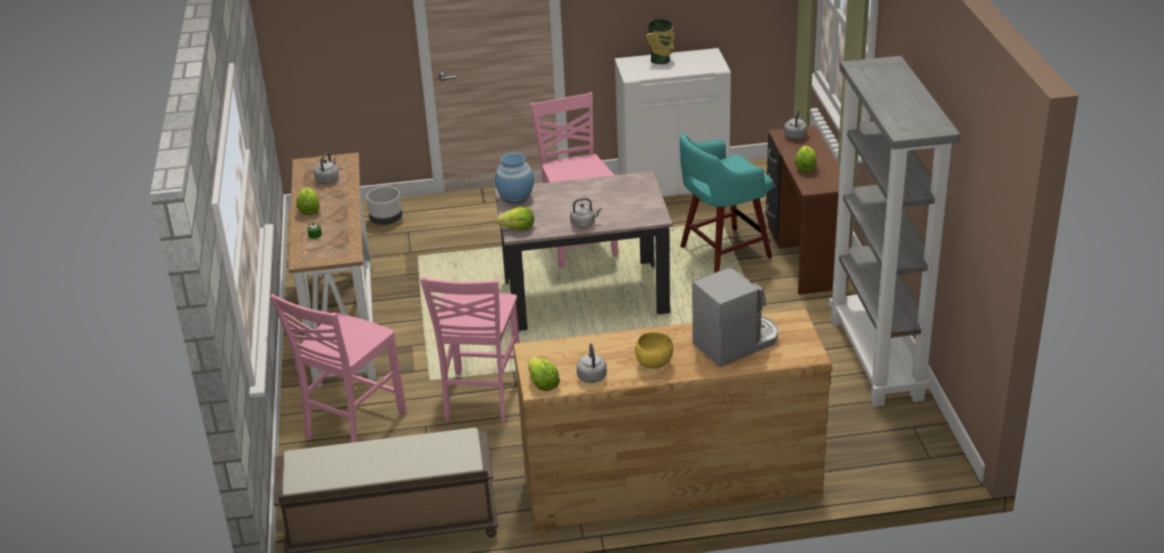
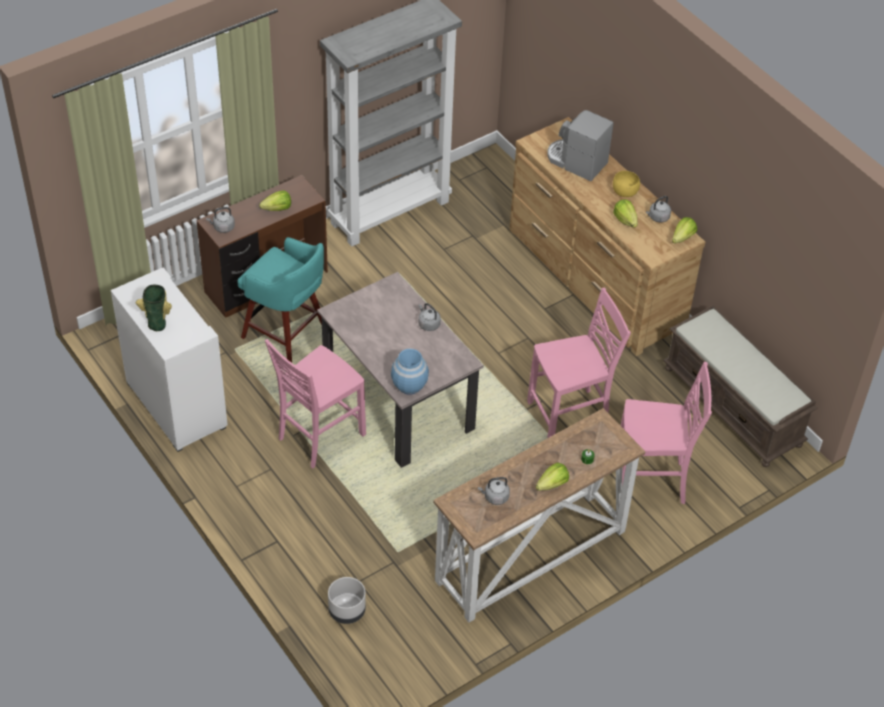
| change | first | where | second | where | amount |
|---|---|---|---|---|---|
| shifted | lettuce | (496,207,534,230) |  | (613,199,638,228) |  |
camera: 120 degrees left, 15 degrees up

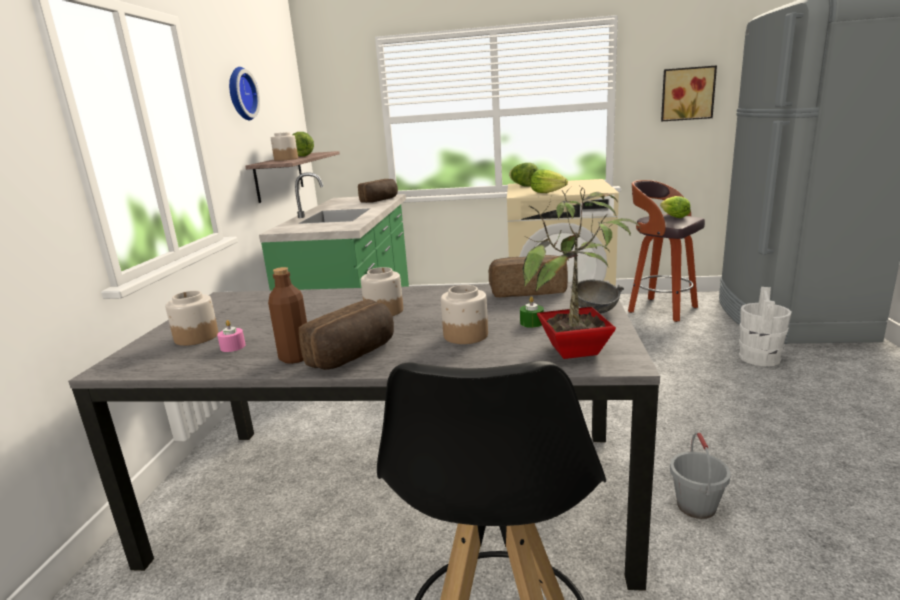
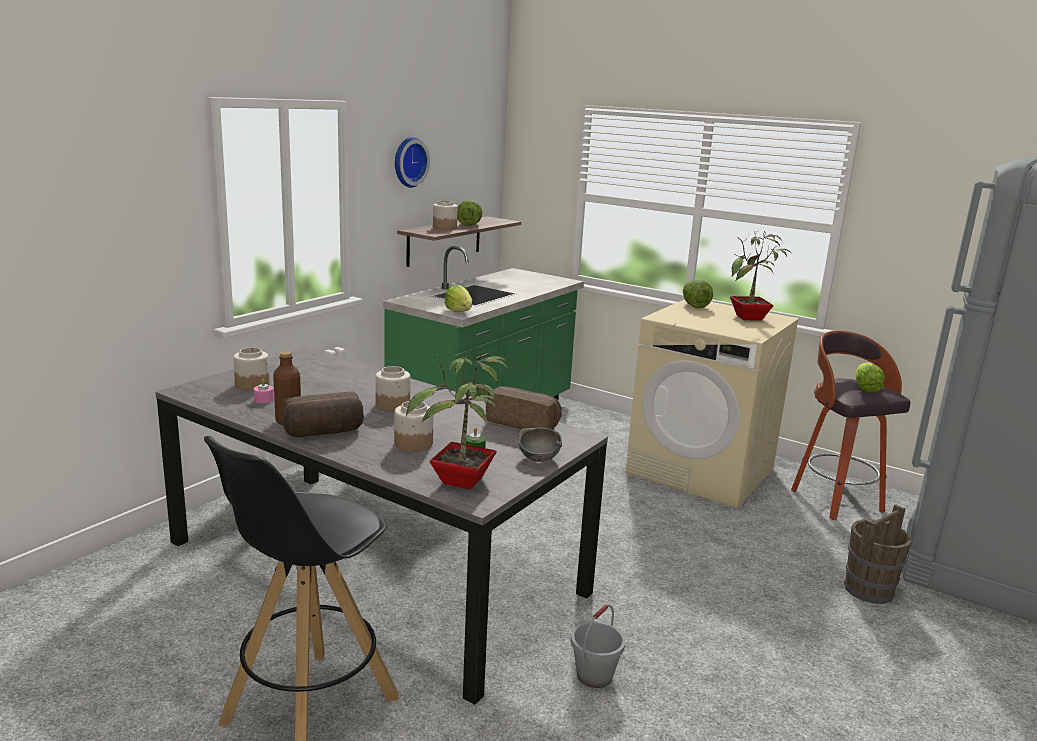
| change | first | where | second | where | amount |
|---|---|---|---|---|---|
| gone | baked bread | (358,179,398,203) |  |  |  |
| gone | wall picture | (661,65,717,121) |  |  |  |
| new |  |  | potted plant | (730,230,792,321) |  |
| shifted | lettuce | (531,169,568,193) |  | (445,285,472,312) |  |
| repainted | white water bucket | (739,287,792,366) | brownish water bucket | (844,504,912,604) |  |
camera: 25 degrees right, 0 degrees up

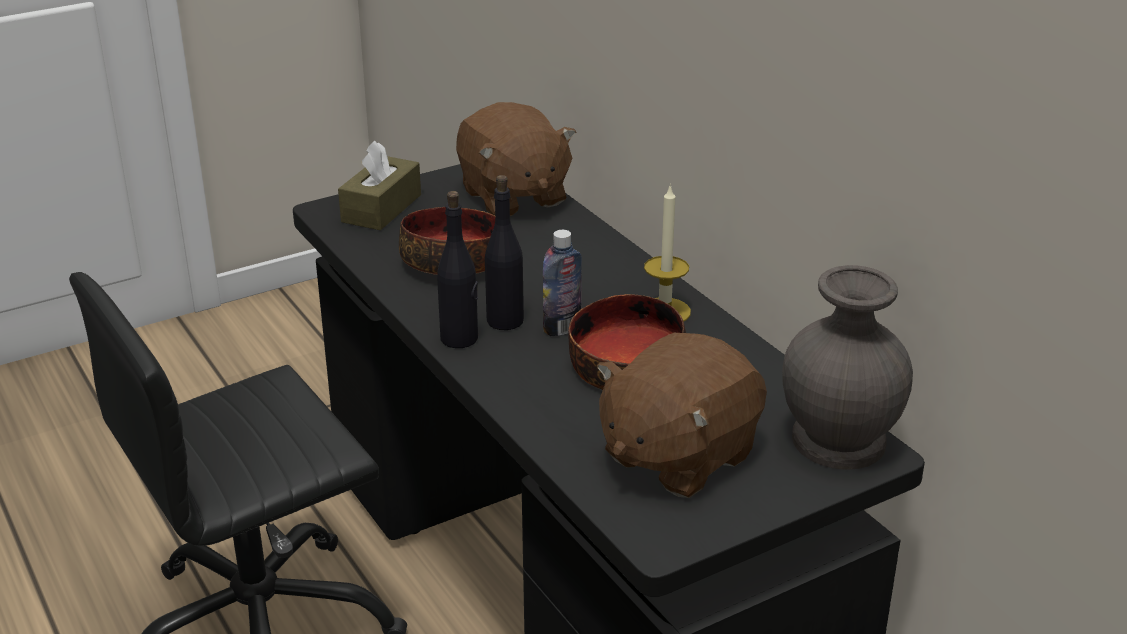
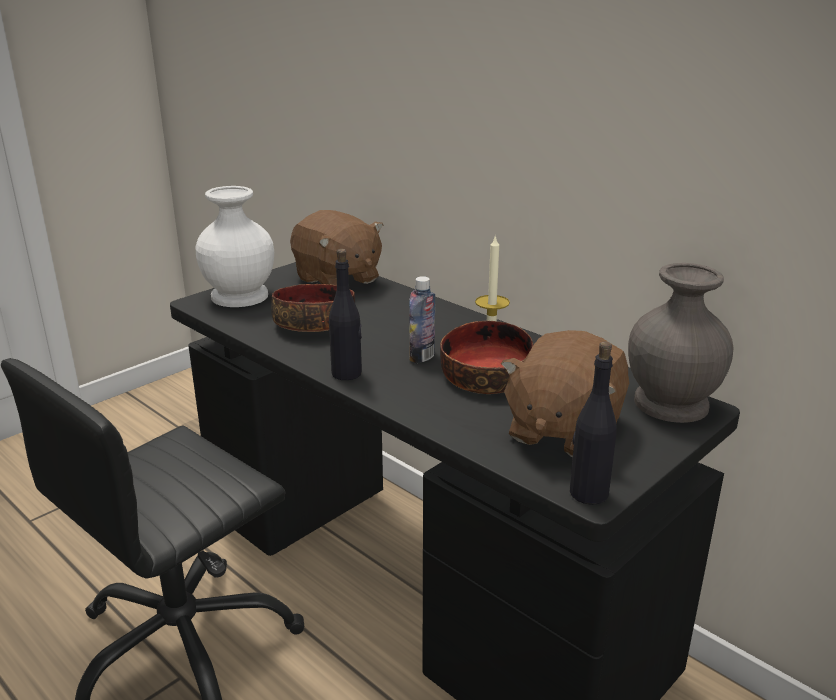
| change | first | where | second | where | amount |
|---|---|---|---|---|---|
| shifted | black drink bottle | (485,175,524,330) |  | (570,342,617,505) |  |
| swapped | brownish box of tissues | (338,140,421,231) | white vase | (196,186,274,307) |  |
camera: 15 degrees left, 5 degrees down

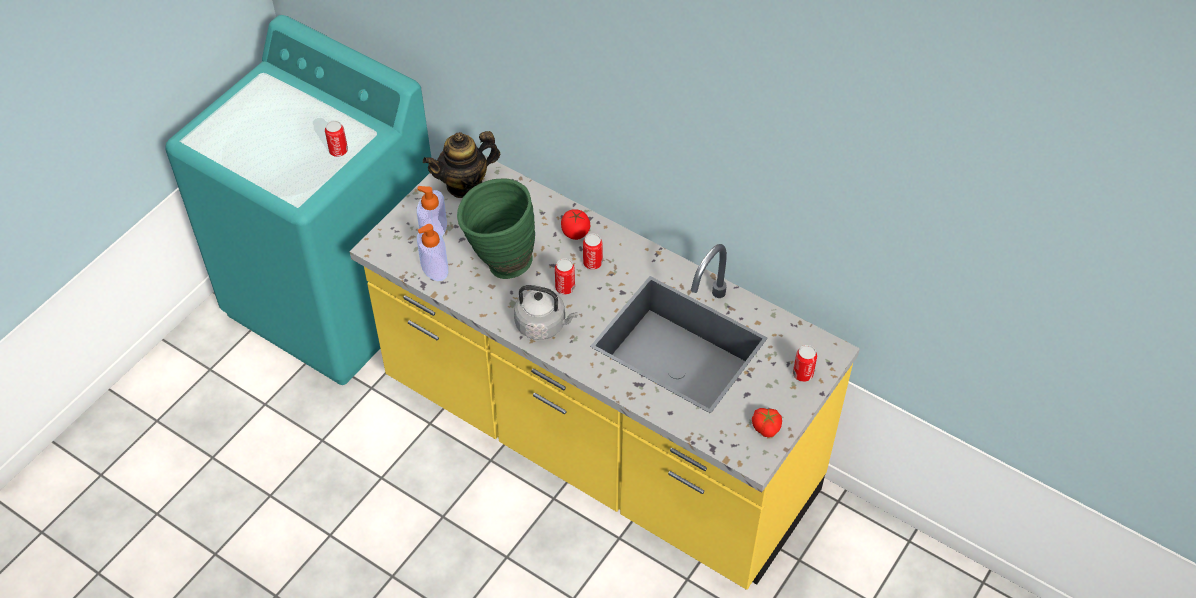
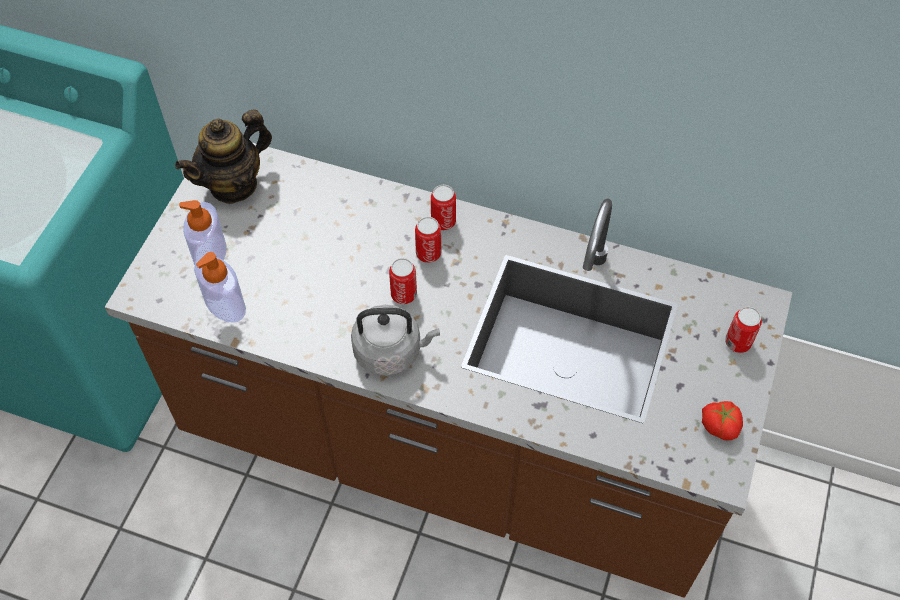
| change | first | where | second | where | amount |
|---|---|---|---|---|---|
| gone | greenish vase | (457,178,535,279) |  |  |  |
| gone | whole tomato | (561,209,590,240) |  |  |  |
| shifted | sealed can | (325,121,348,157) |  | (431,185,456,230) |  |
| repainted | yellow-coloured kitchen base unit | (350,155,860,590) | brownish kitchen base unit | (105,142,792,598) |  |
camera: 15 degrees left, 5 degrees up

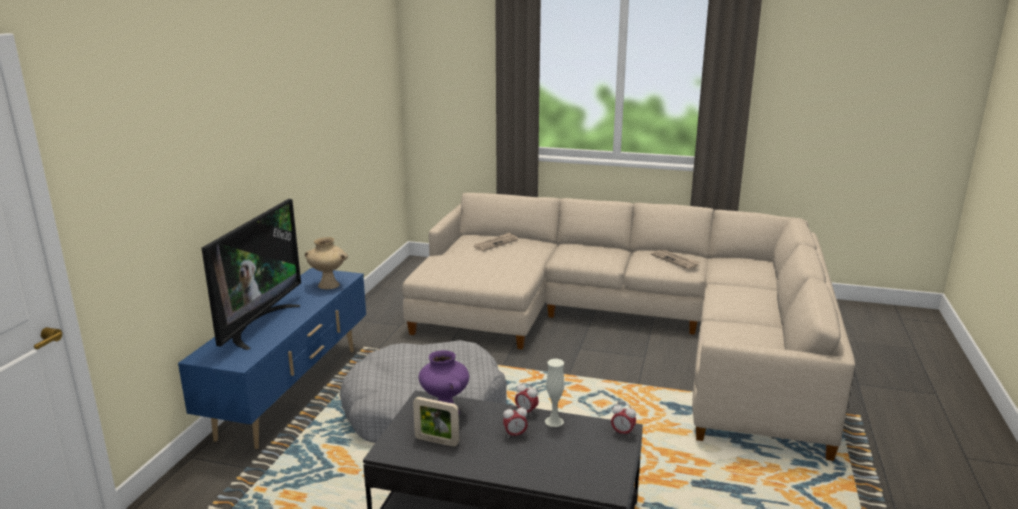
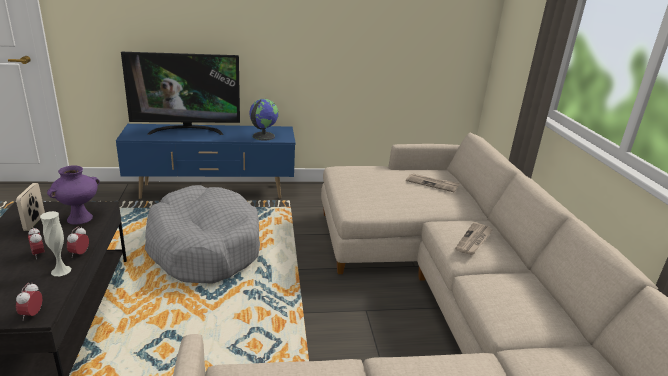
| change | first | where | second | where | amount |
|---|---|---|---|---|---|
| shifted | newspaper | (651,250,700,269) |  | (455,222,493,255) |  |
| swapped | beige vase | (305,237,348,289) | world globe | (249,99,279,141) |  |
camera: 65 degrees right, 5 degrees up

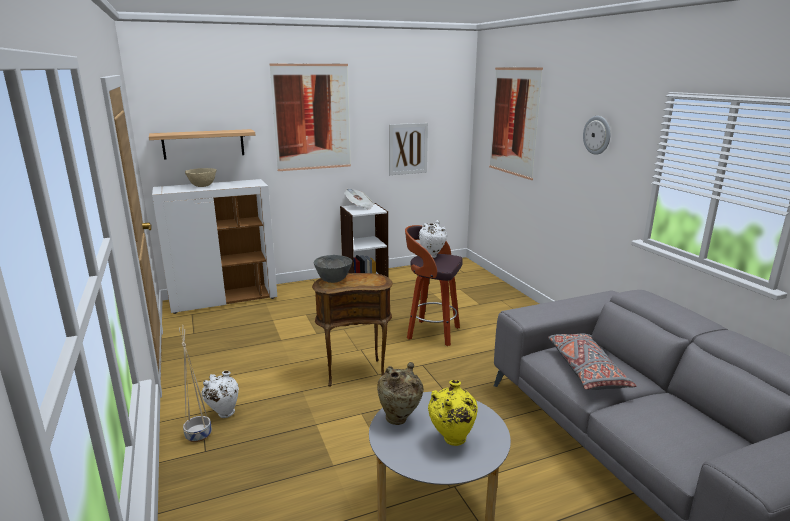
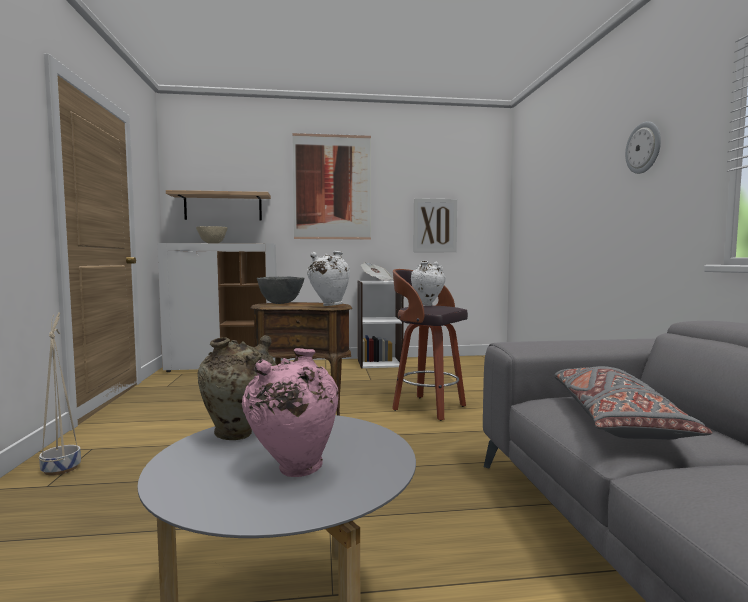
| change | first | where | second | where | amount |
|---|---|---|---|---|---|
| gone | wall picture | (489,68,543,180) |  |  |  |
| shifted | white vase | (201,371,239,418) |  | (307,251,350,306) |  |
| repainted | yellow-coloured vase | (428,380,478,446) | pink vase | (242,348,338,477) |  |
camera: 15 degrees right, 15 degrees down

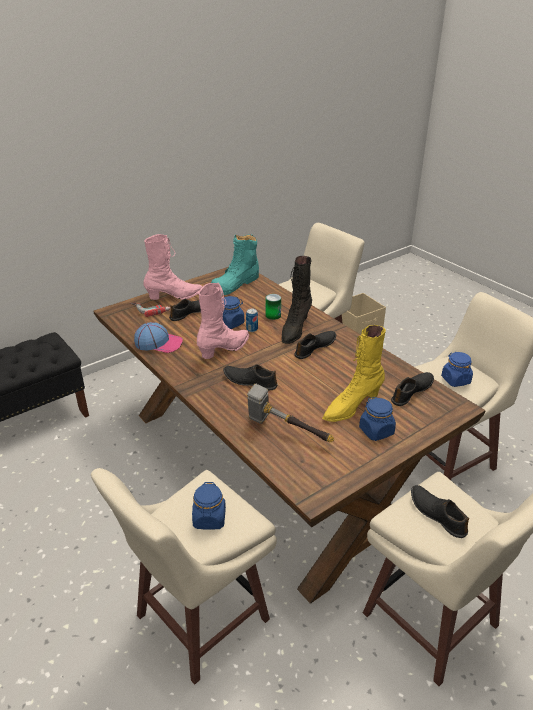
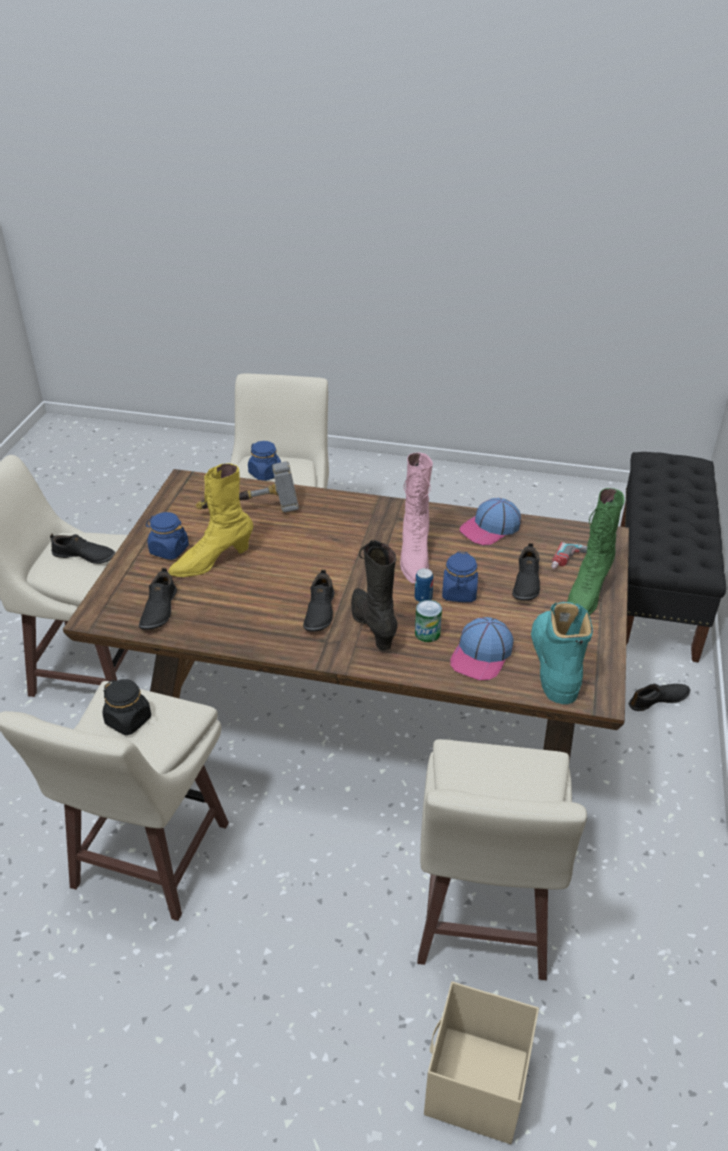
| change | first | where | second | where | amount |
|---|---|---|---|---|---|
| new |  |  | baseball cap | (451,617,514,681) |  |
| shifted | black item of footwear | (223,364,278,390) |  | (628,683,690,711) |  |
| repainted | pink high-top boot | (144,234,202,300) | greenish high-top boot | (567,488,625,615) |  |
| repainted | bluish jar | (441,352,473,387) | black jar | (103,679,151,735) |  |
| rotated | yellow-coloured high-top boot | (322,325,386,422) |  | (168,463,254,577) | 135 degrees counterclockwise |
camera: 140 degrees right, 5 degrees up

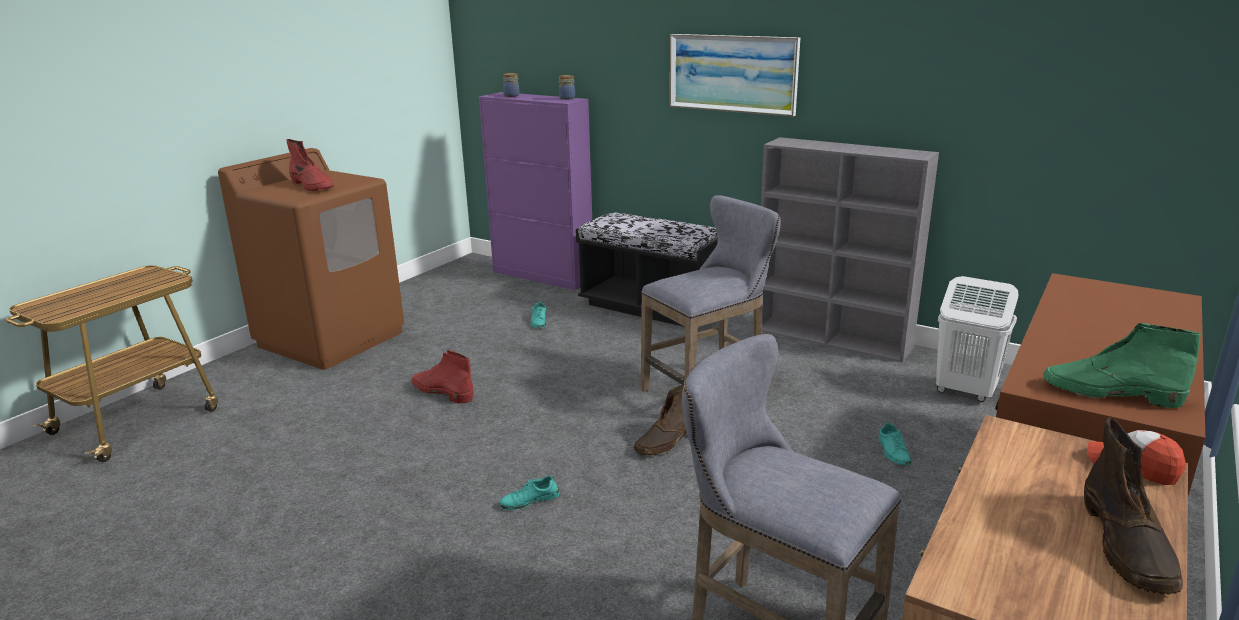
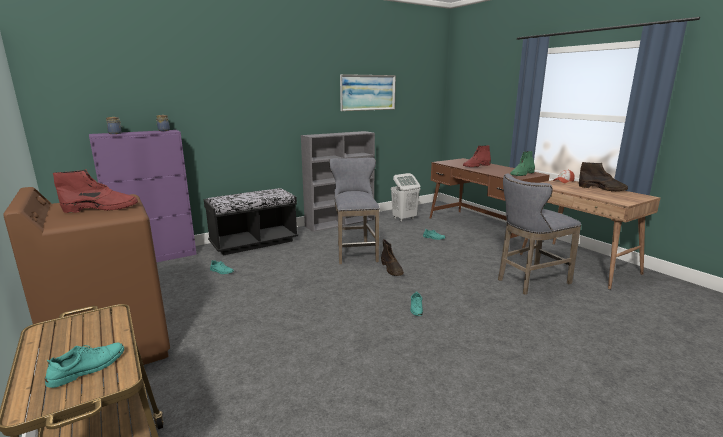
| change | first | where | second | where | amount |
|---|---|---|---|---|---|
| new |  |  | turquoise item of footwear | (45,343,124,388) |  |
| shifted | red high-top boot | (411,350,473,404) |  | (463,145,491,167) |  |
| shifted | wall picture | (670,34,800,117) |  | (340,74,396,111) |  |
camera: 65 degrees left, 5 degrees down

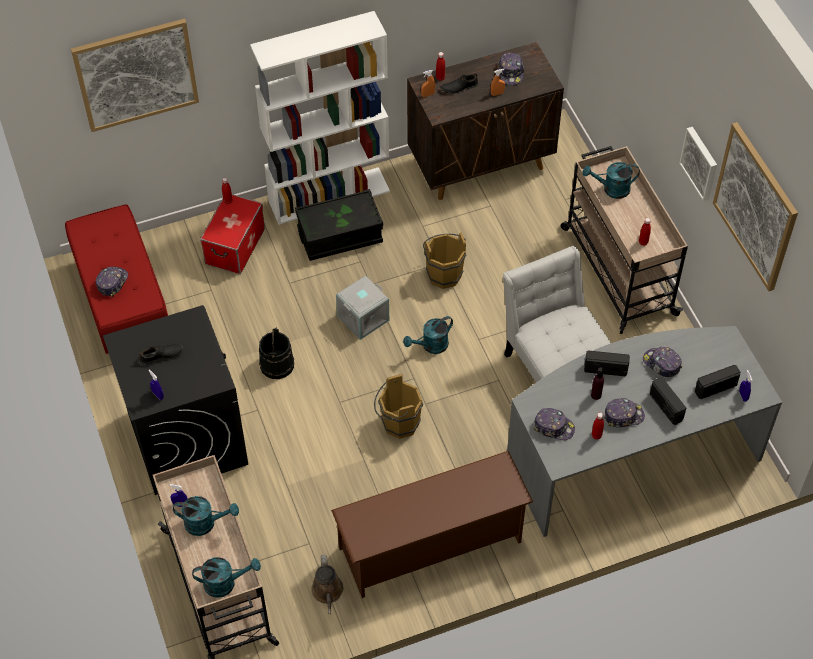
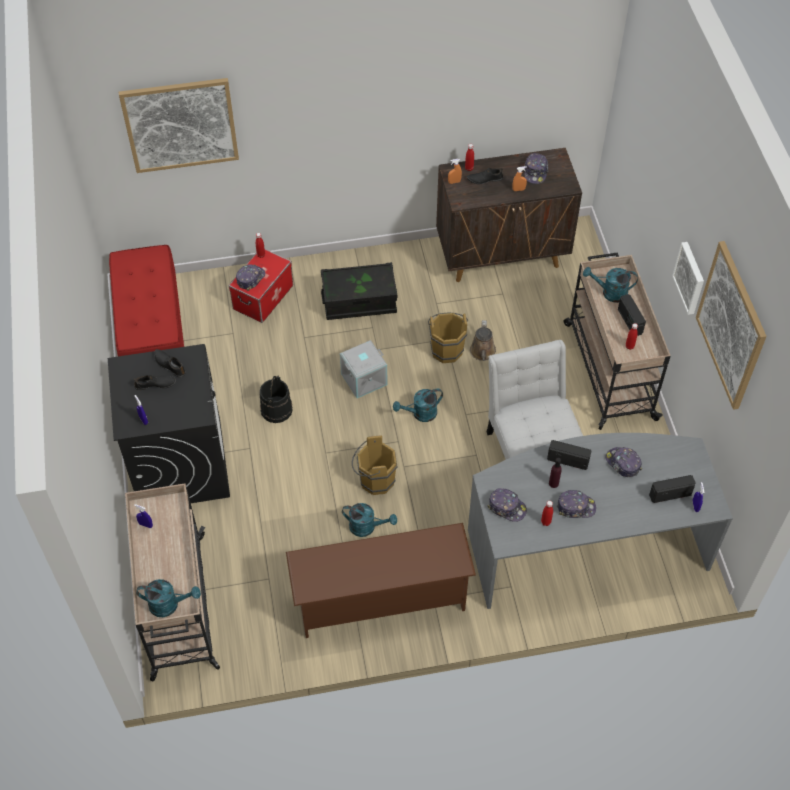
| change | first | where | second | where | amount |
|---|---|---|---|---|---|
| gone | white shelving unit | (250,11,390,225) |  |  |  |
| new |  |  | black item of footwear | (154,349,186,377) |  |
| shifted | baseball cap | (96,266,128,297) |  | (236,264,265,291) |  |
| shifted | turquoise watering can | (173,496,239,536) |  | (342,503,397,537) |  |
| shifted | brownish watering can | (311,555,343,614) |  | (470,320,496,361) |  |
| shifted | radio receiver | (649,377,686,425) |  | (618,294,646,336) |  |
camera: 10 degrees right, 0 degrees up

